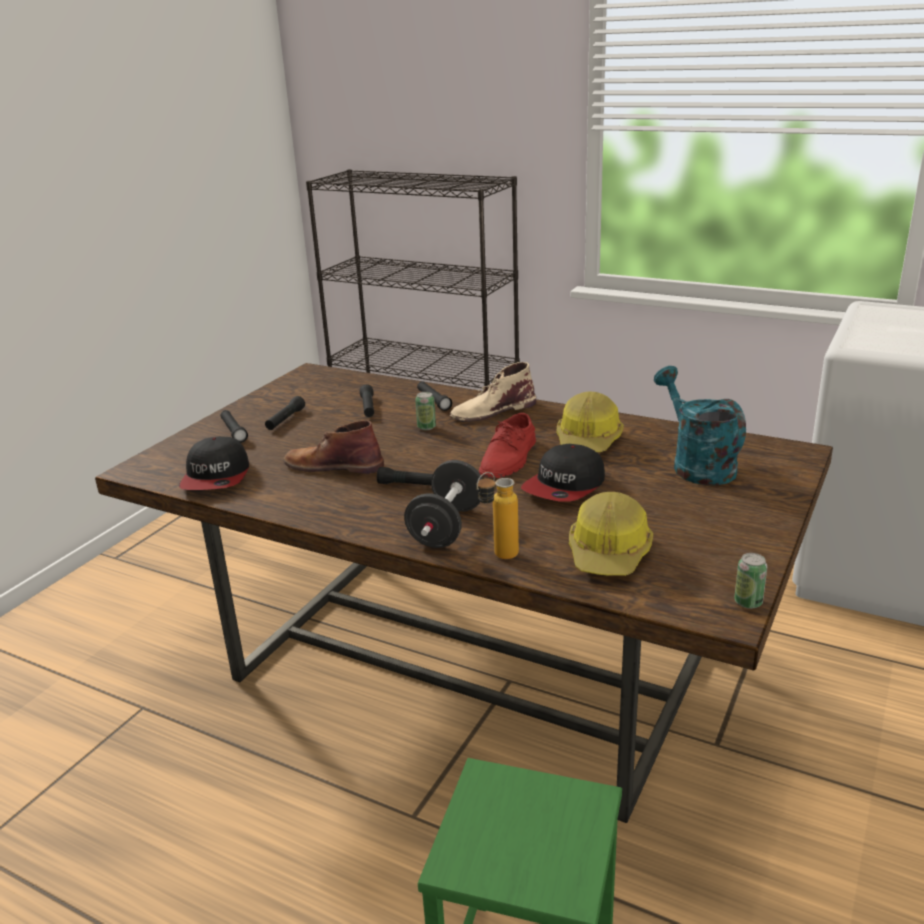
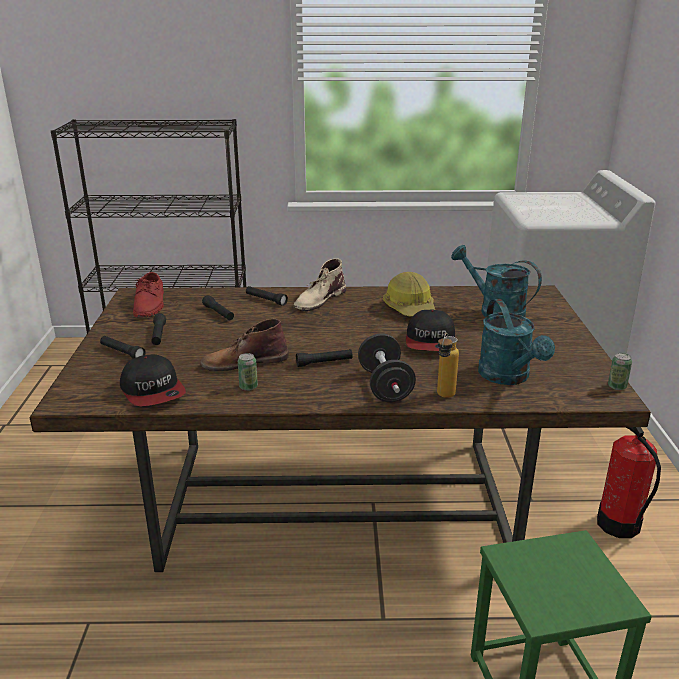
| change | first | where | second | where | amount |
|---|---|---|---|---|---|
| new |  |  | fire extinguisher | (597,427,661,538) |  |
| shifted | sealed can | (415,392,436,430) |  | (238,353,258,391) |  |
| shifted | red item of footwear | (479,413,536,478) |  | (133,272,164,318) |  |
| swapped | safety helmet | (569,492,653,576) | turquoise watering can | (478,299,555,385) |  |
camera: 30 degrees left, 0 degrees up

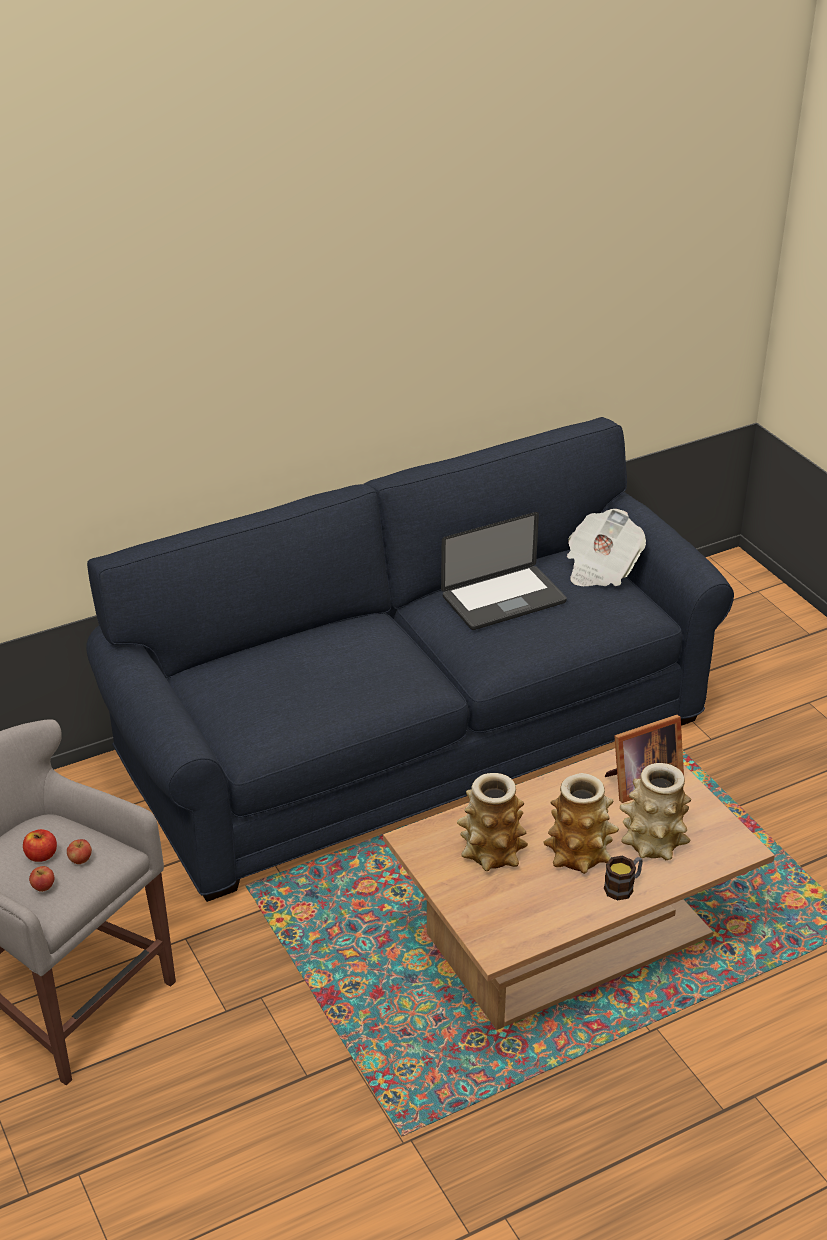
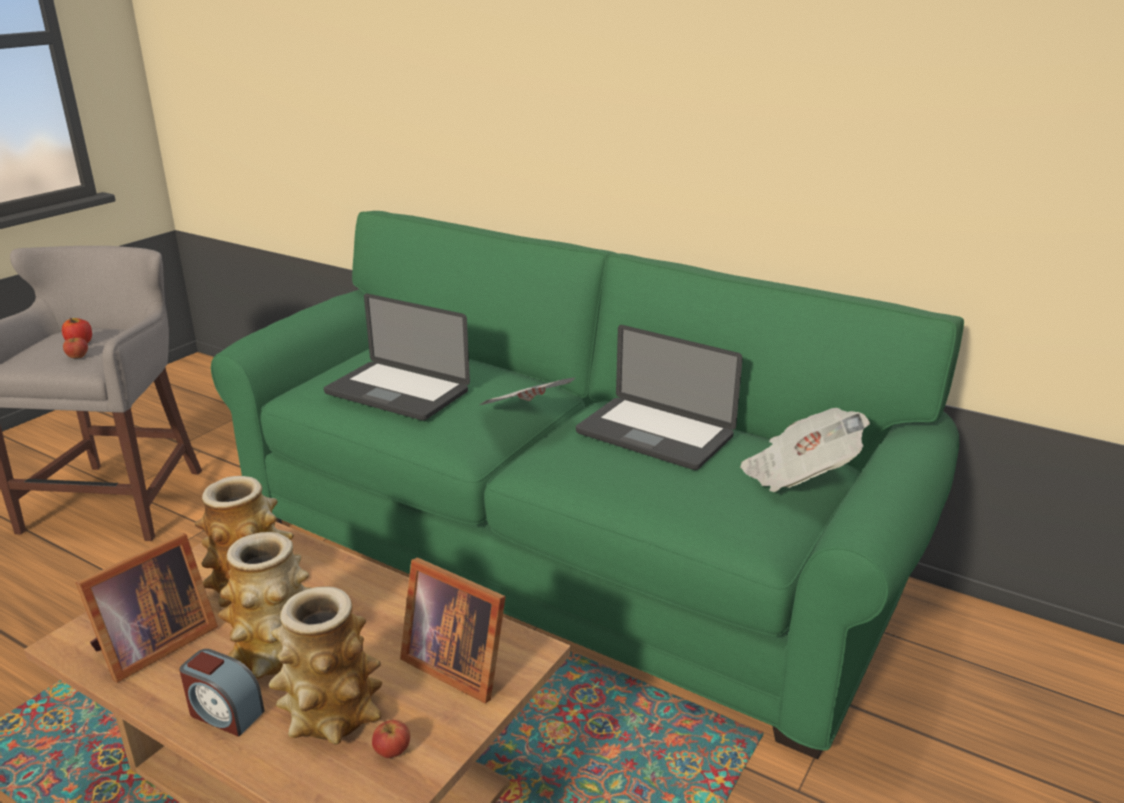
| change | first | where | second | where | amount |
|---|---|---|---|---|---|
| new |  |  | photo frame | (76,533,218,683) |  |
| new |  |  | portable computer | (324,294,470,421) |  |
| new |  |  | newspaper | (479,378,575,405) |  |
| shifted | apple | (29,866,54,892) |  | (372,720,410,758) |  |
| swapped | tea mug | (604,856,643,901) | bedside clock | (179,649,264,737) |  |
| repainted | bluish sofa | (86,417,734,902) | greenish sofa | (211,211,964,759) |  |
camera: 60 degrees right, 10 degrees down

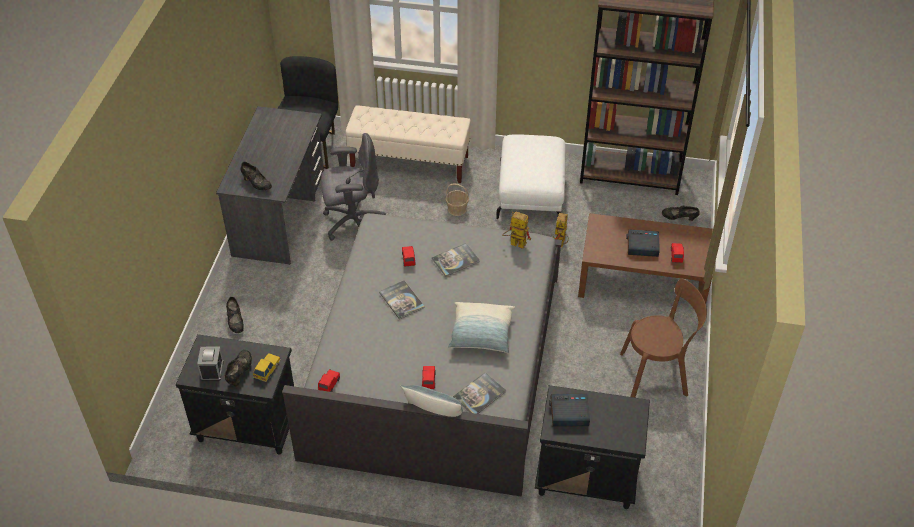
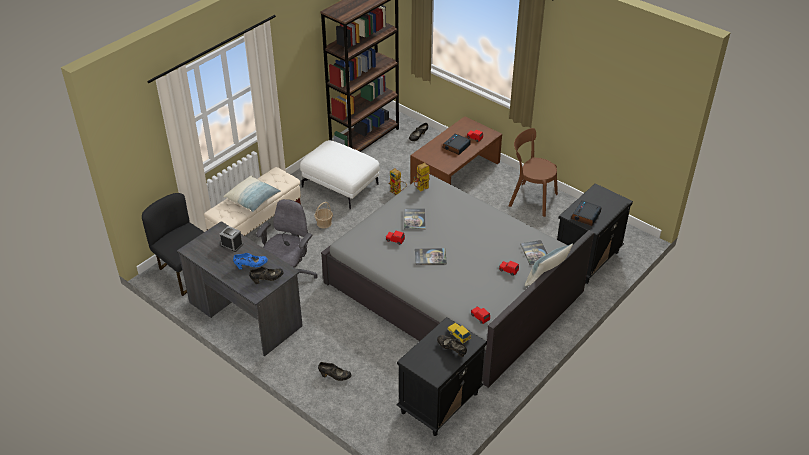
| change | first | where | second | where | amount |
|---|---|---|---|---|---|
| new |  |  | bluish item of footwear | (233,253,268,269) |  |
| shifted | bedside clock | (197,346,224,381) |  | (219,226,243,252) |  |
| shifted | cushion | (448,302,515,353) |  | (223,175,281,212) |  |
| rotated | brownish upright chair | (620,279,707,398) |  | (509,128,558,217) | 90 degrees counterclockwise |
camera: 60 degrees left, 5 degrees down

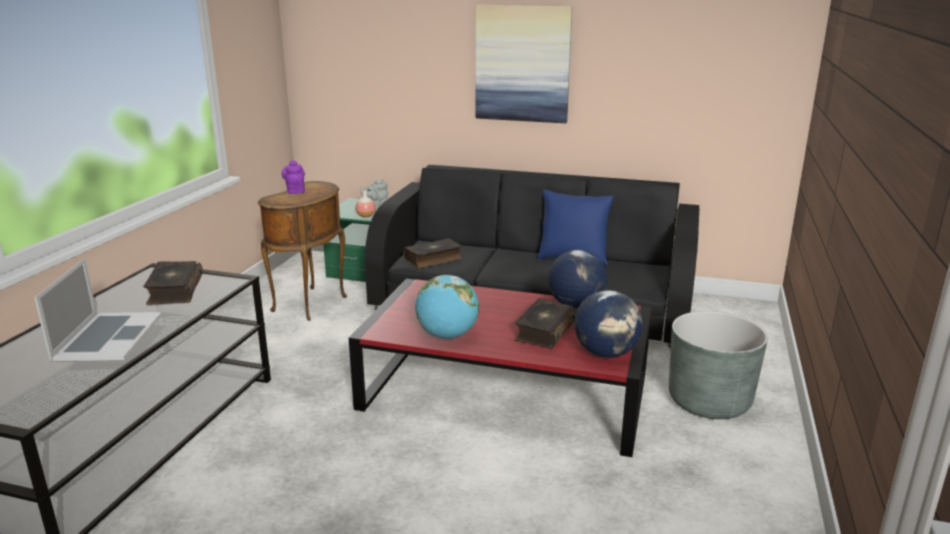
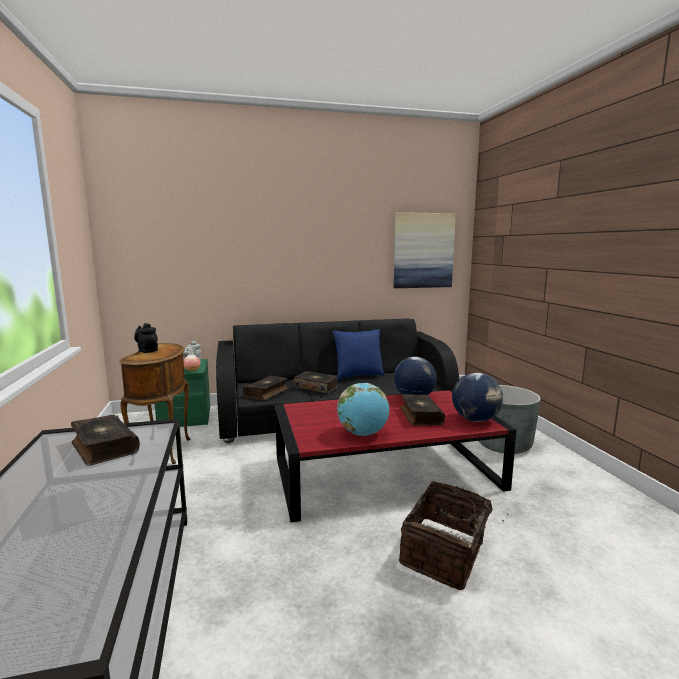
| change | first | where | second | where | amount |
|---|---|---|---|---|---|
| gone | portable computer | (34,258,162,361) |  |  |  |
| new |  |  | bound book | (293,371,338,394) |  |
| new |  |  | storage basket | (399,481,508,590) |  |
| shifted | wall picture | (476,5,573,123) |  | (393,212,456,288) |  |
| repainted | purple tea pot | (282,160,305,194) | black tea pot | (134,323,158,353) |  |
camera: 30 degrees left, 10 degrees down

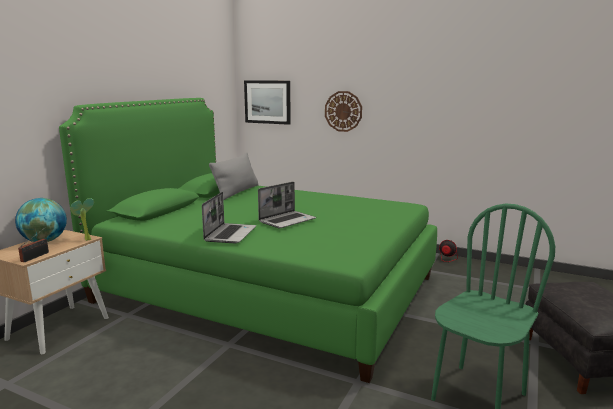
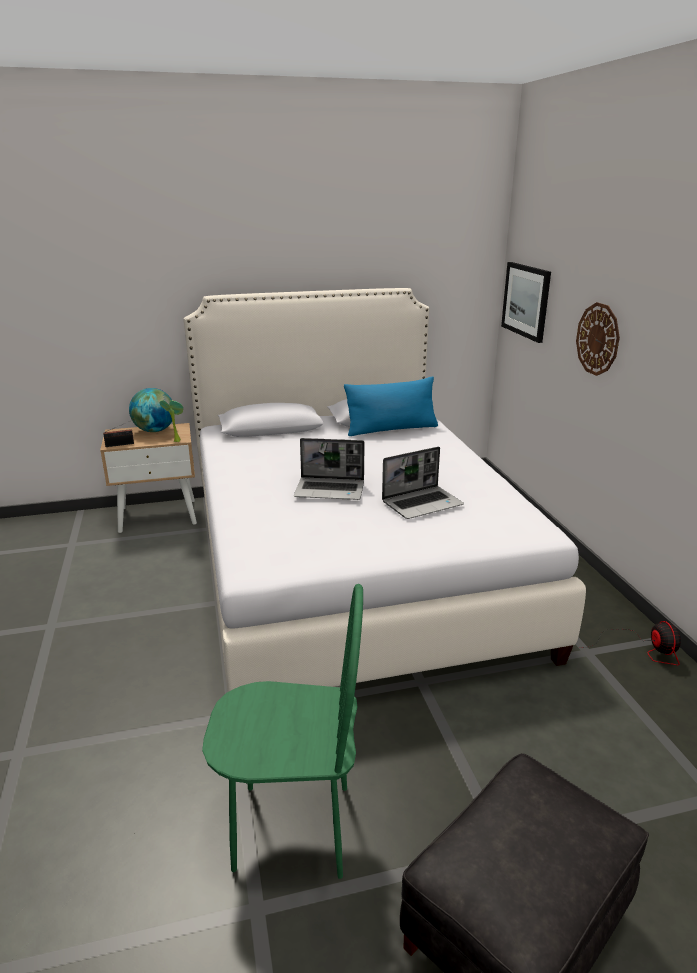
| change | first | where | second | where | amount |
|---|---|---|---|---|---|
| shifted | portable computer | (202,192,256,243) |  | (382,447,464,519) |  |
| repainted | greenish bed | (59,98,437,383) | white bed | (184,288,586,692) |  |
| repainted | gray cushion | (209,152,258,200) | bluish cushion | (344,377,438,436) |  |
camera: 50 degrees right, 10 degrees up

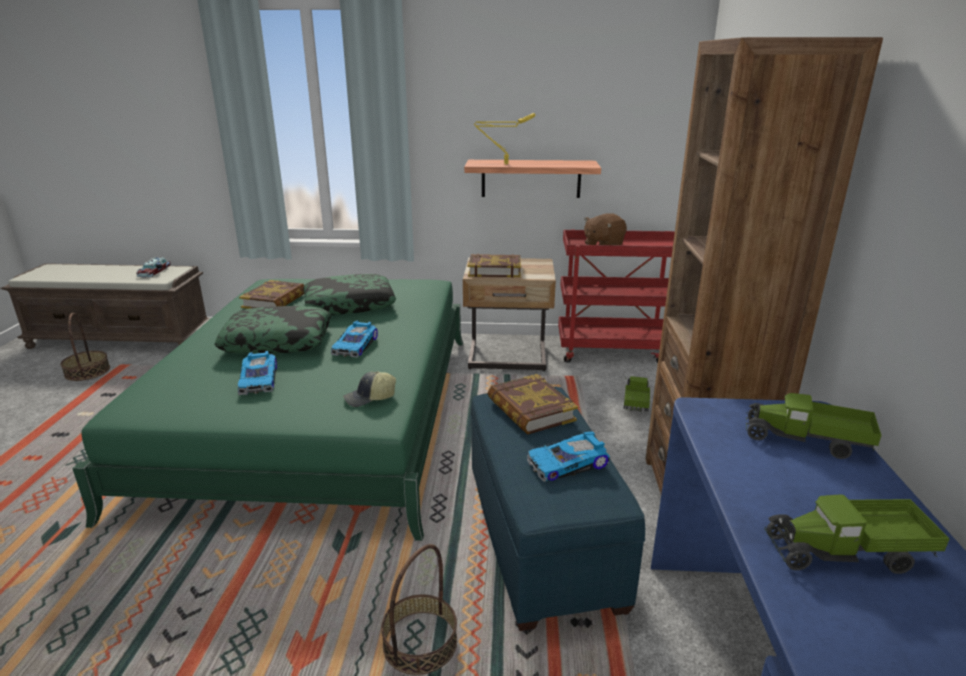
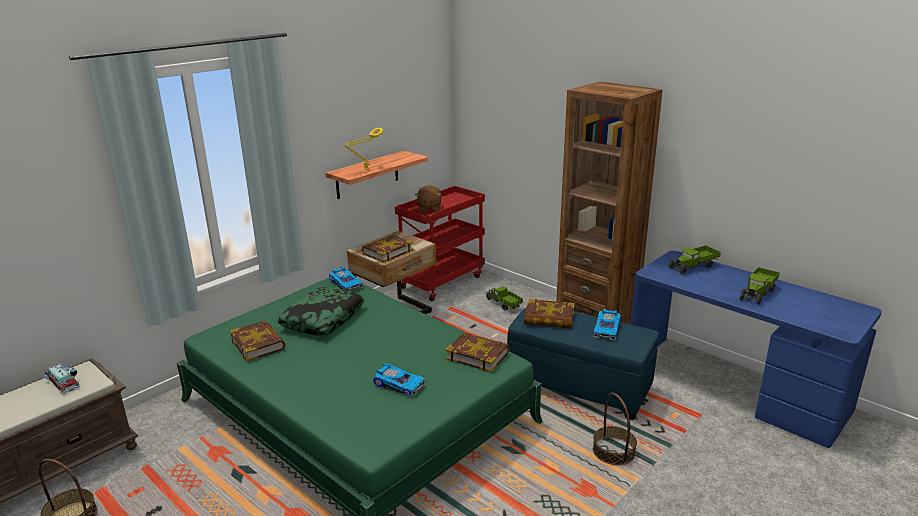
| change | first | where | second | where | amount |
|---|---|---|---|---|---|
| gone | cushion | (214,306,331,354) |  |  |  |
| shifted | miniature car | (331,320,378,358) |  | (329,267,363,291) |  |
| swapped | baseball cap | (343,371,396,407) | bound book | (445,332,509,372) |  |
camera: 50 degrees left, 0 degrees up

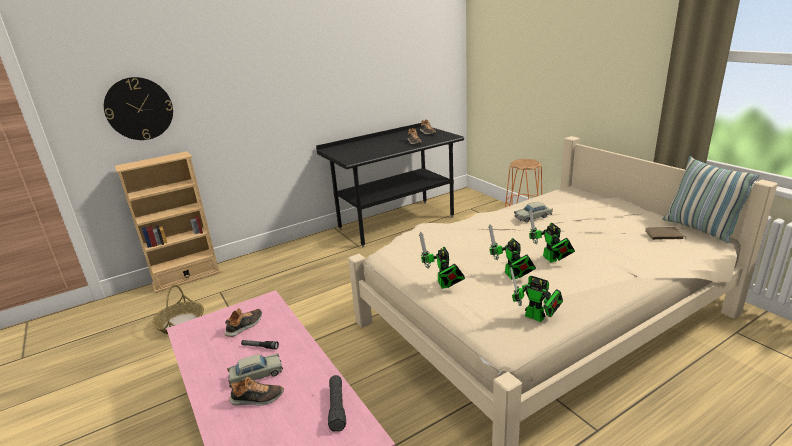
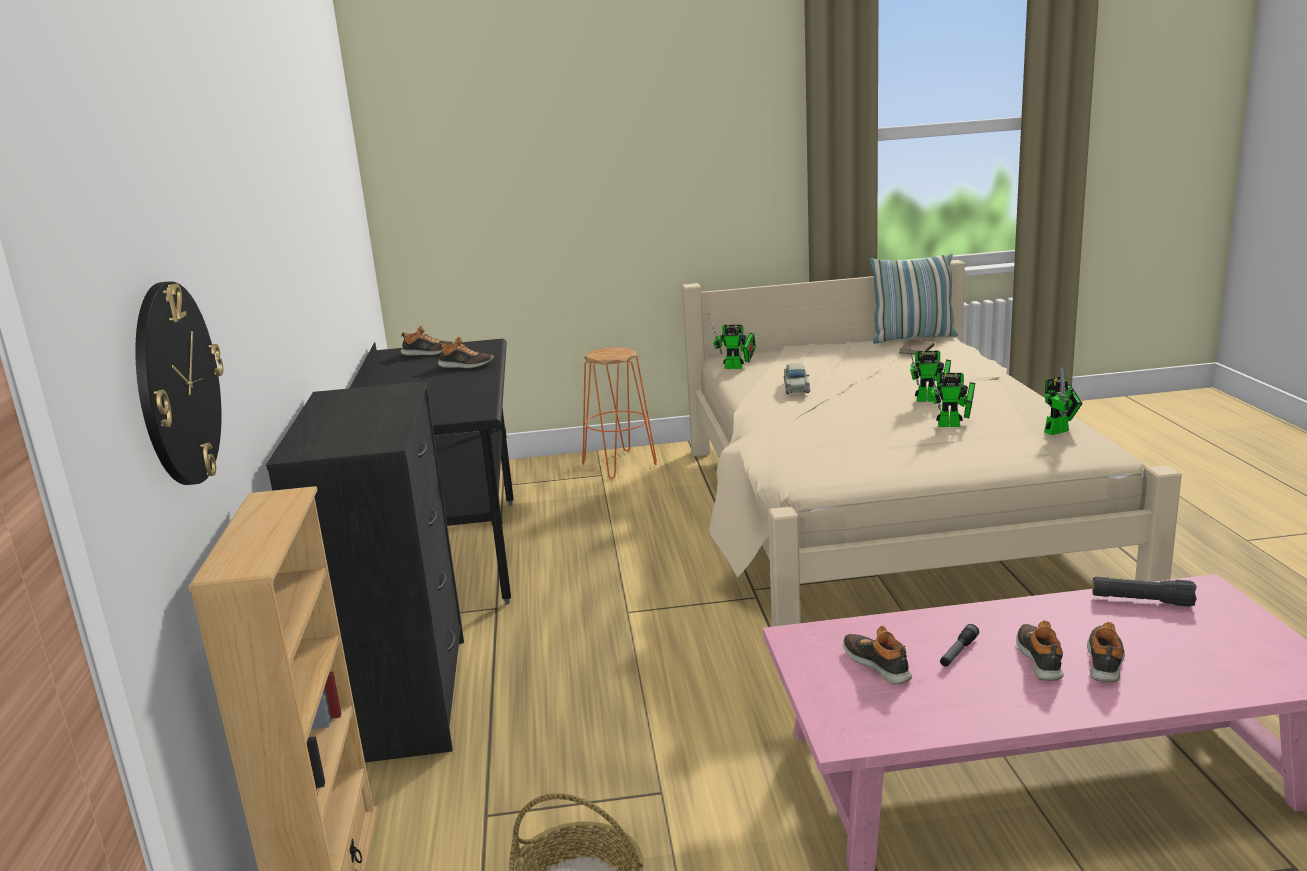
| change | first | where | second | where | amount |
|---|---|---|---|---|---|
| new |  |  | black drawer chest | (266,381,464,762) |  |
| shifted | model robot | (419,232,465,289) |  | (709,313,756,369) |  |
| swapped | beige miniature car | (227,353,283,384) | item of footwear | (1016,620,1063,681) |  |
camera: 65 degrees left, 5 degrees down

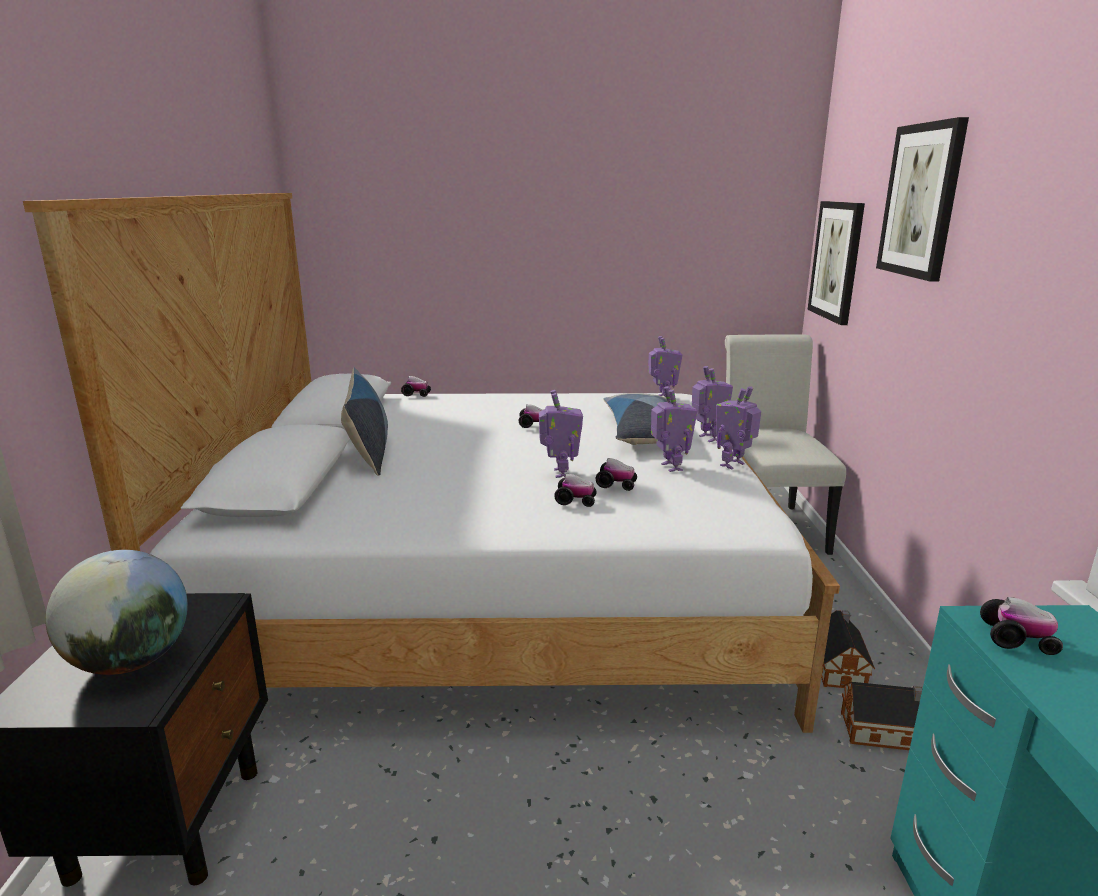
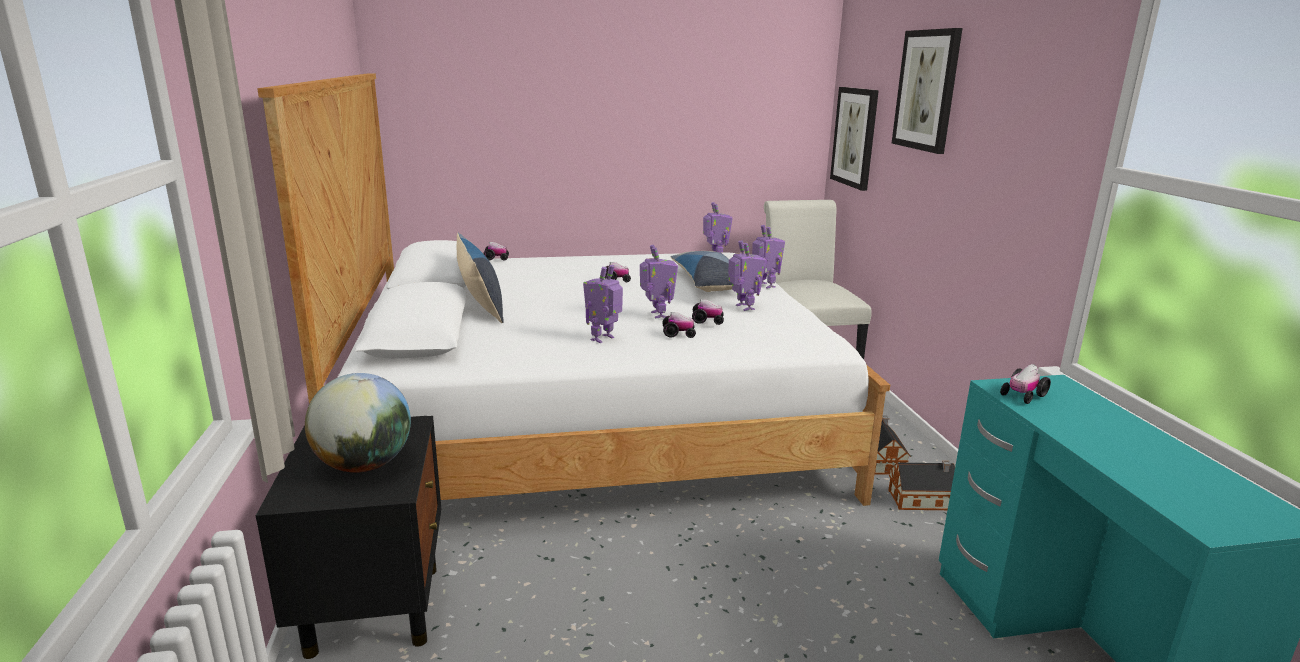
| change | first | where | second | where | amount |
|---|---|---|---|---|---|
| shifted | model robot | (716,386,761,469) |  | (583,265,623,343) |  |
| rotated | miniature car | (980,597,1063,655) |  | (1000,364,1051,404) | 135 degrees clockwise |
camera: 10 degrees left, 0 degrees up

